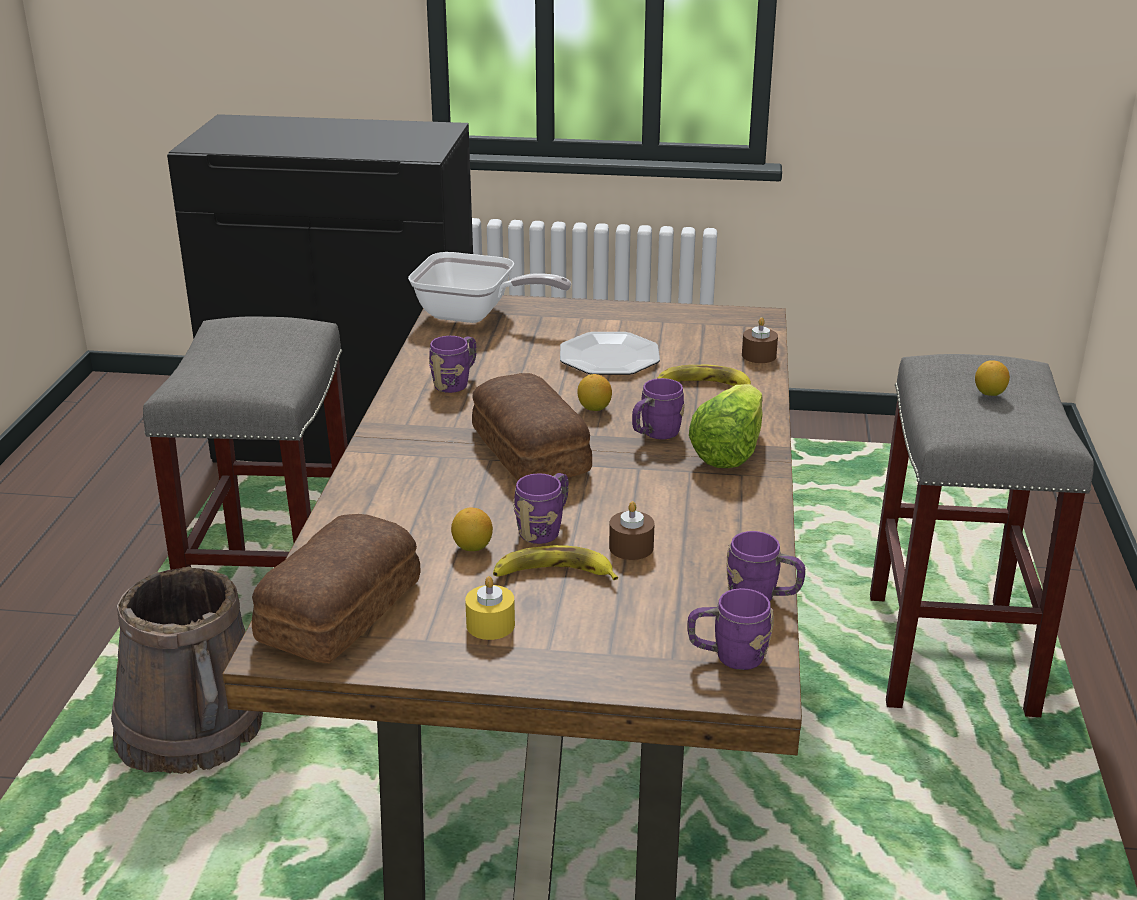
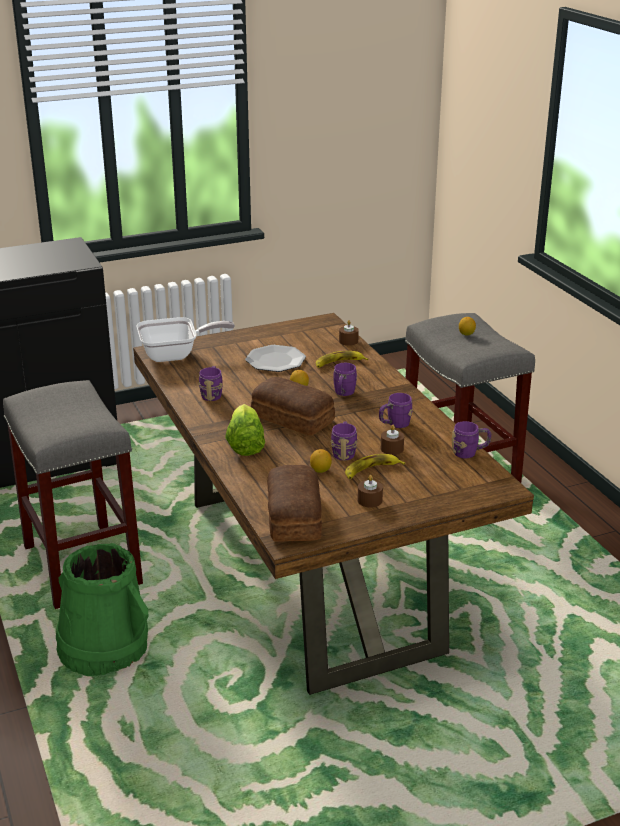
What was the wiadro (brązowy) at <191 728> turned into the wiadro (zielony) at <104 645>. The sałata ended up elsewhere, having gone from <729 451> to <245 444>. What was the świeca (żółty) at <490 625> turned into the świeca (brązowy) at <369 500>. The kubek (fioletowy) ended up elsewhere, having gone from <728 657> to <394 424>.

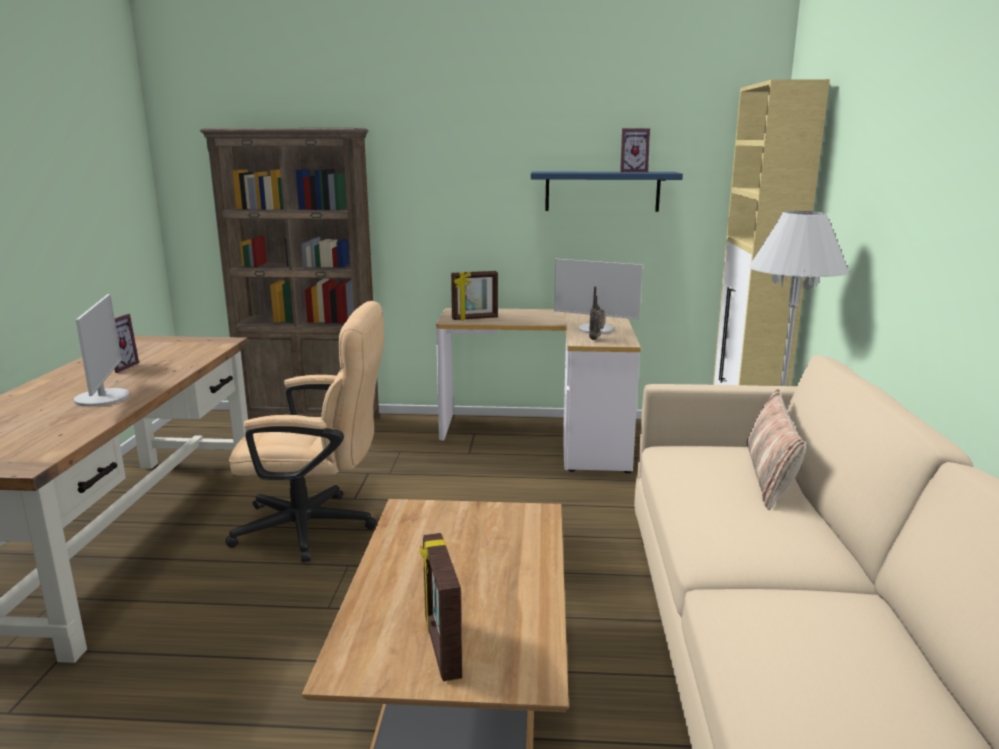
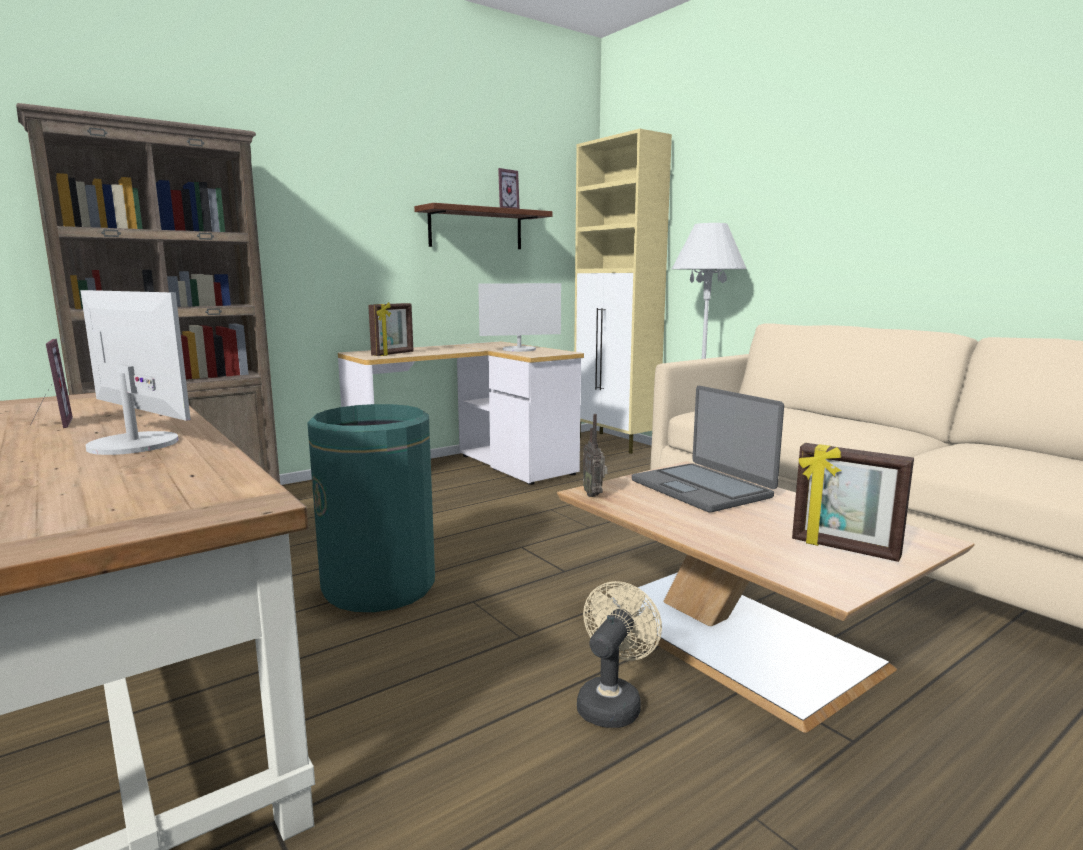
Where the krzesło biurowe (beżowy) stood at <317 527>, the kosz na śmieci (zielony) came to stand at <379 587>. What was the półka (niebieski) at <602 191> turned into the półka (brązowy) at <476 229>. The second view gained the wentylator (beżowy) at <612 702>. The radio ended up elsewhere, having gone from <596 339> to <594 495>. The second view gained the laptop at <702 488>. The second view lost the poduszka at <770 475>.

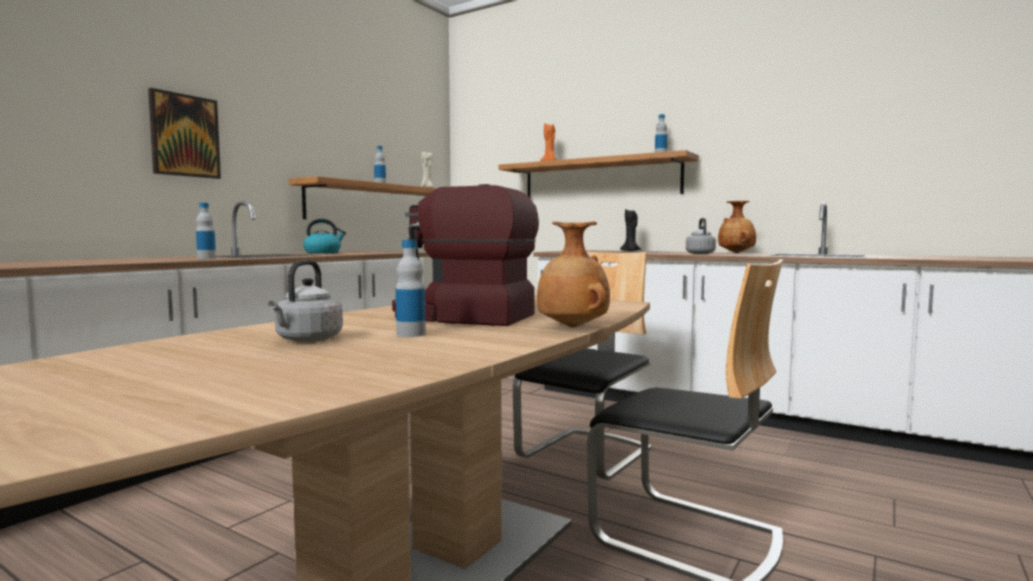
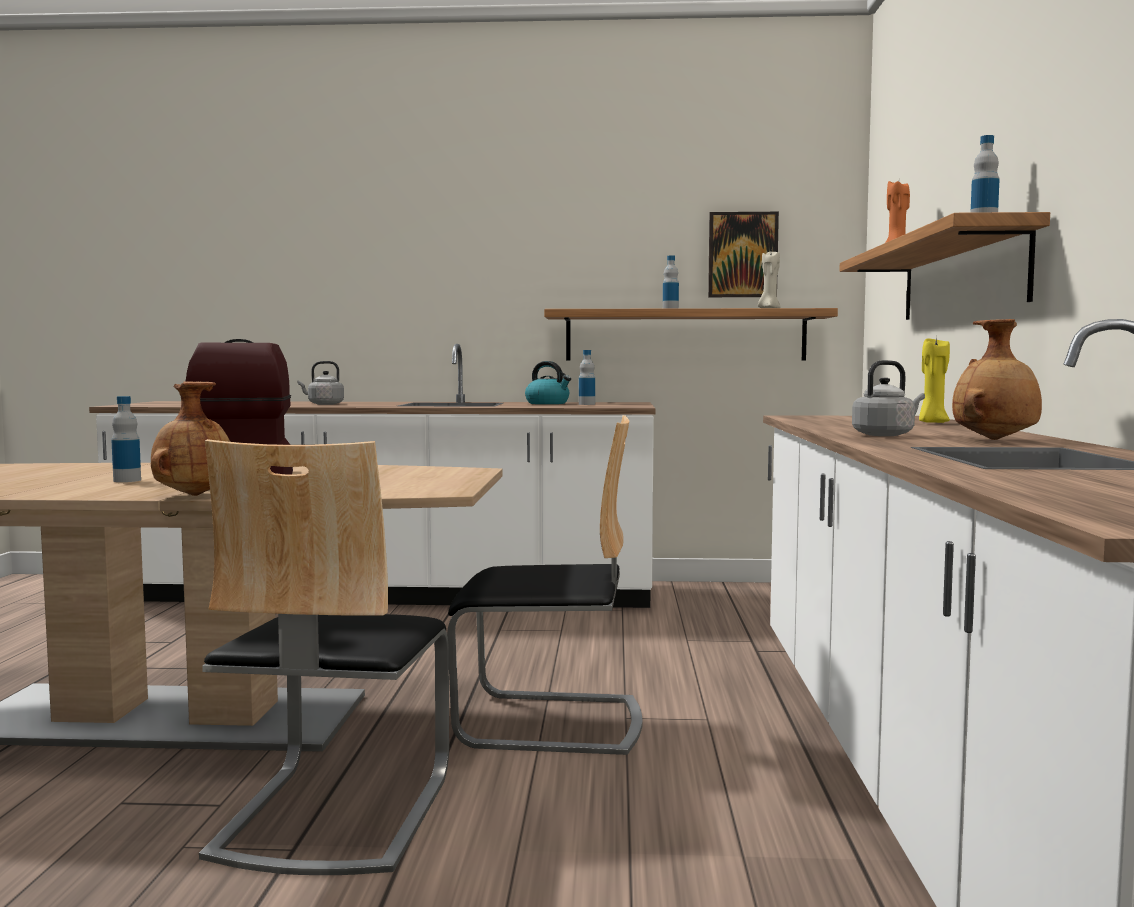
The czajnik (szary) ended up elsewhere, having gone from <307 340> to <323 404>. The butelka ended up elsewhere, having gone from <206 258> to <586 404>. The obraz ended up elsewhere, having gone from <184 136> to <742 255>. What was the świeca (czarny) at <630 251> turned into the świeca (żółty) at <932 423>.

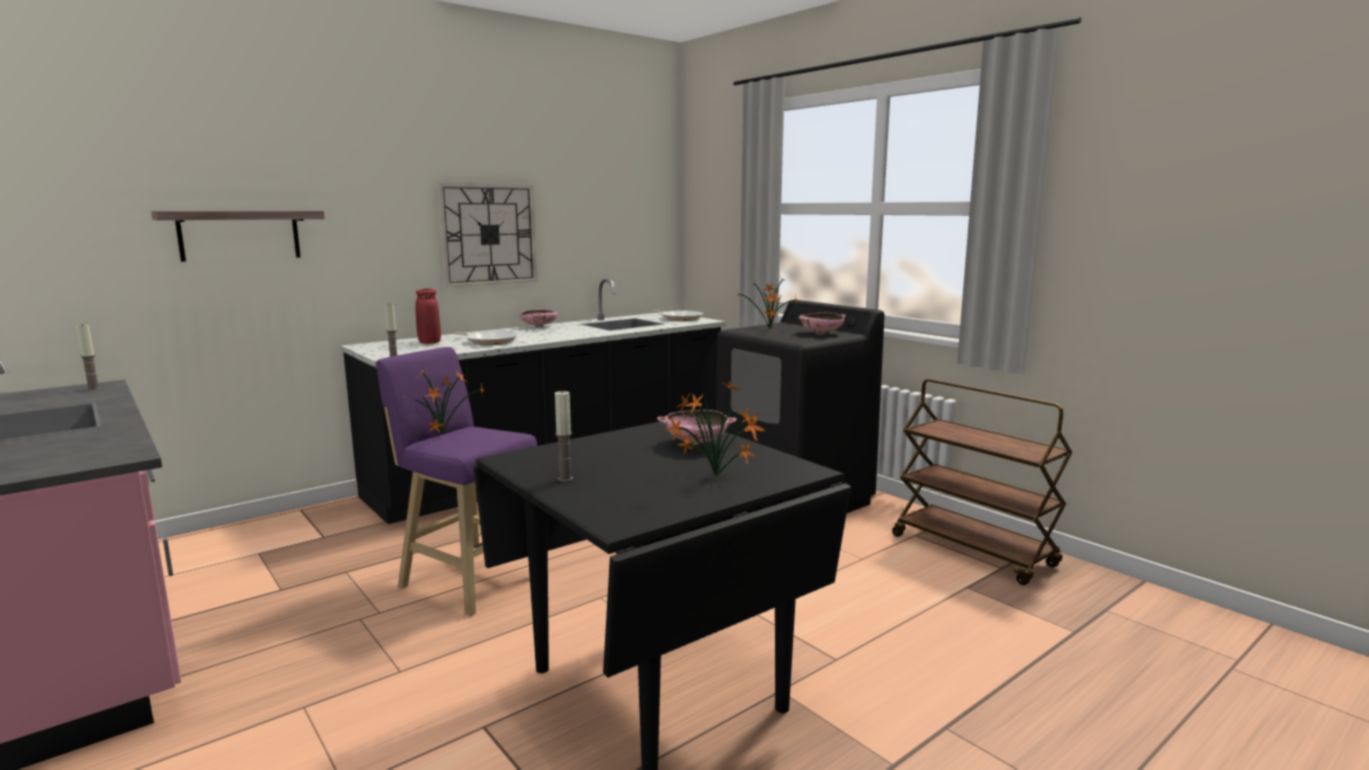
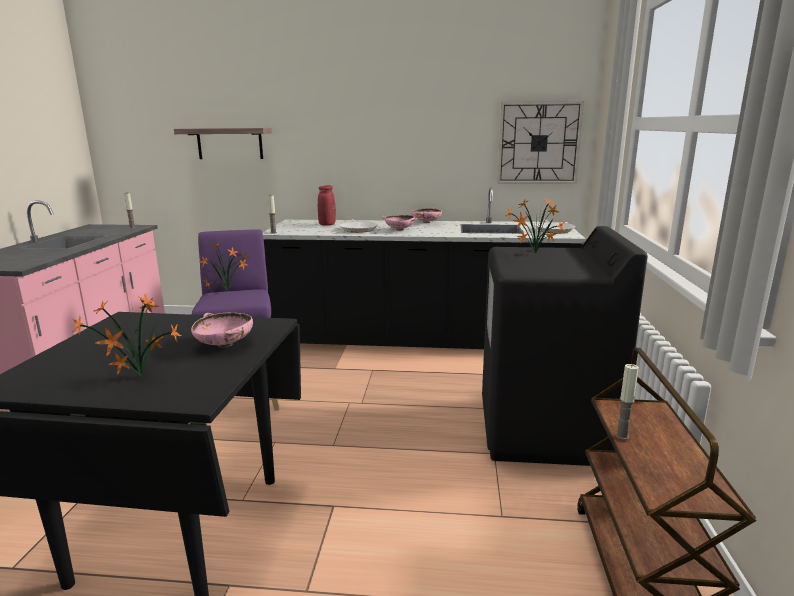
The miska (różowy) ended up elsewhere, having gone from <821 333> to <399 230>. The zegar ścienny ended up elsewhere, having gone from <489 234> to <538 143>. The świeca ended up elsewhere, having gone from <565 479> to <622 436>.

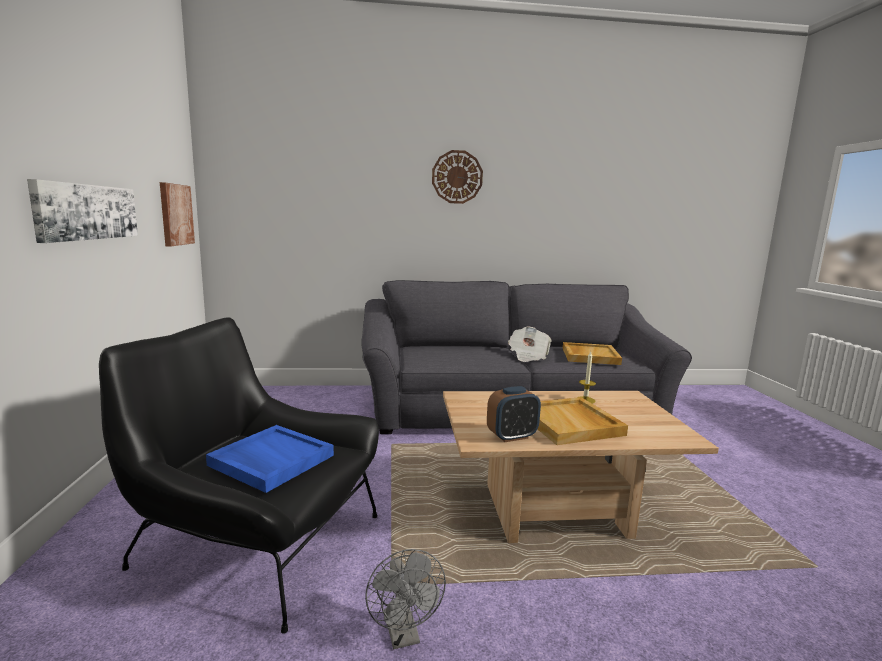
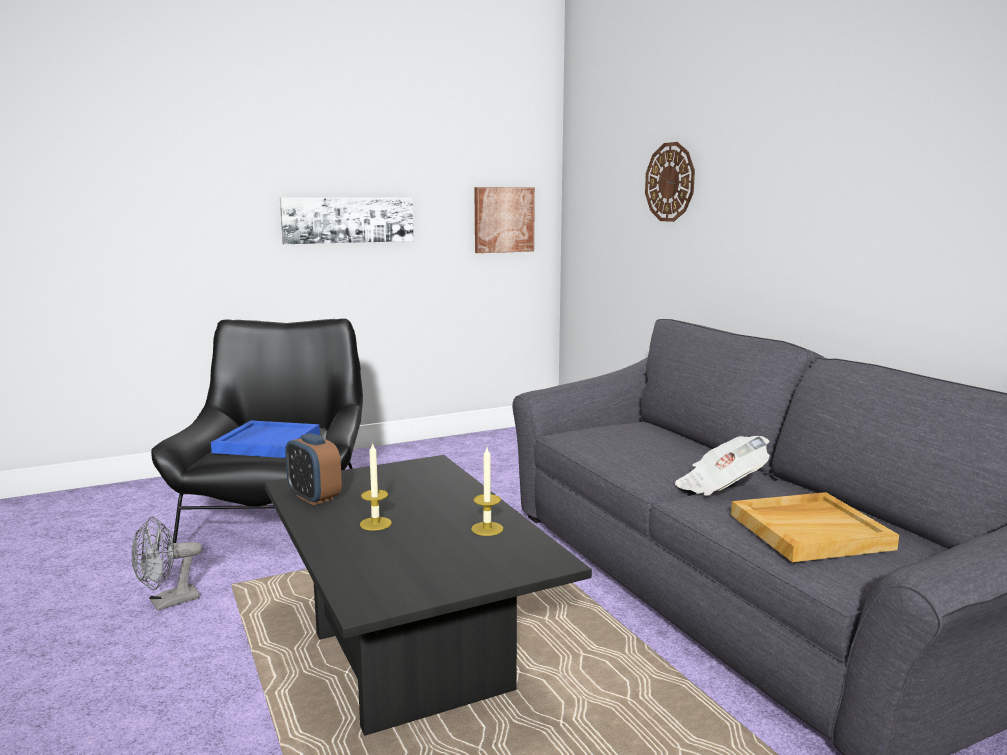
What was the ława (beżowy) at <555 510> turned into the ława (czarny) at <410 661>. Where the taca (beżowy) stood at <570 424>, the świeca came to stand at <375 523>. The zegar ścienny ended up elsewhere, having gone from <457 177> to <670 182>.

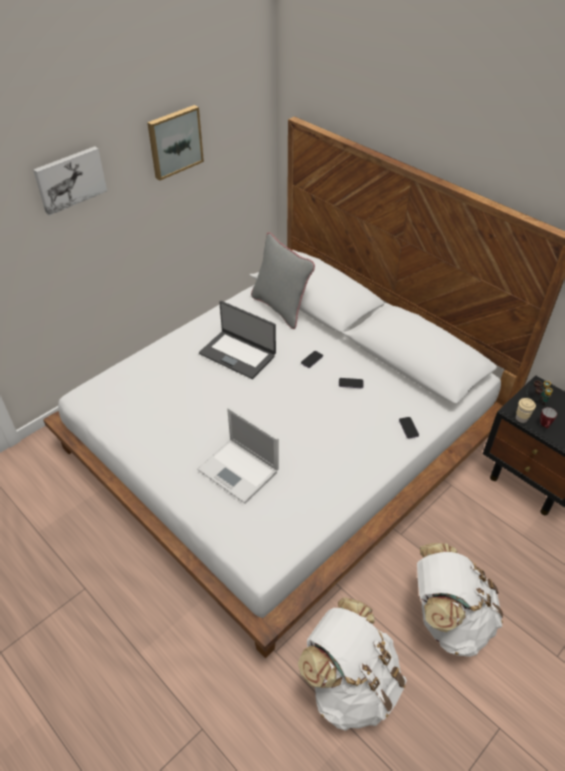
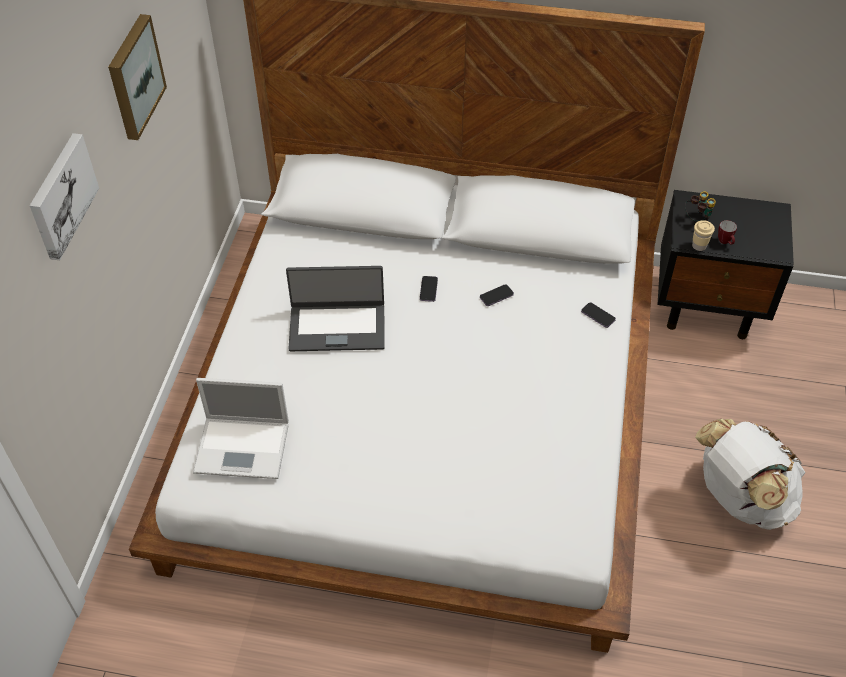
The laptop ended up elsewhere, having gone from <239 471> to <244 447>. The second view lost the poduszka (szary) at <281 308>. The second view lost the plecak (biały) at <350 684>.

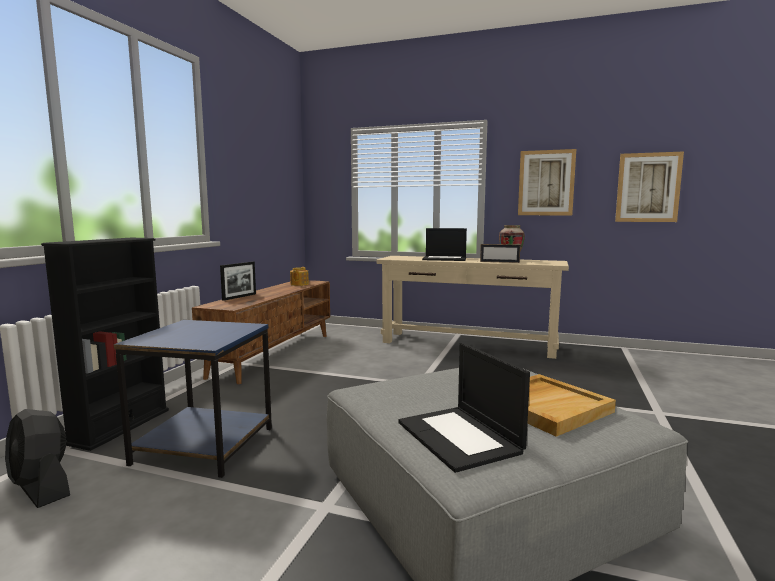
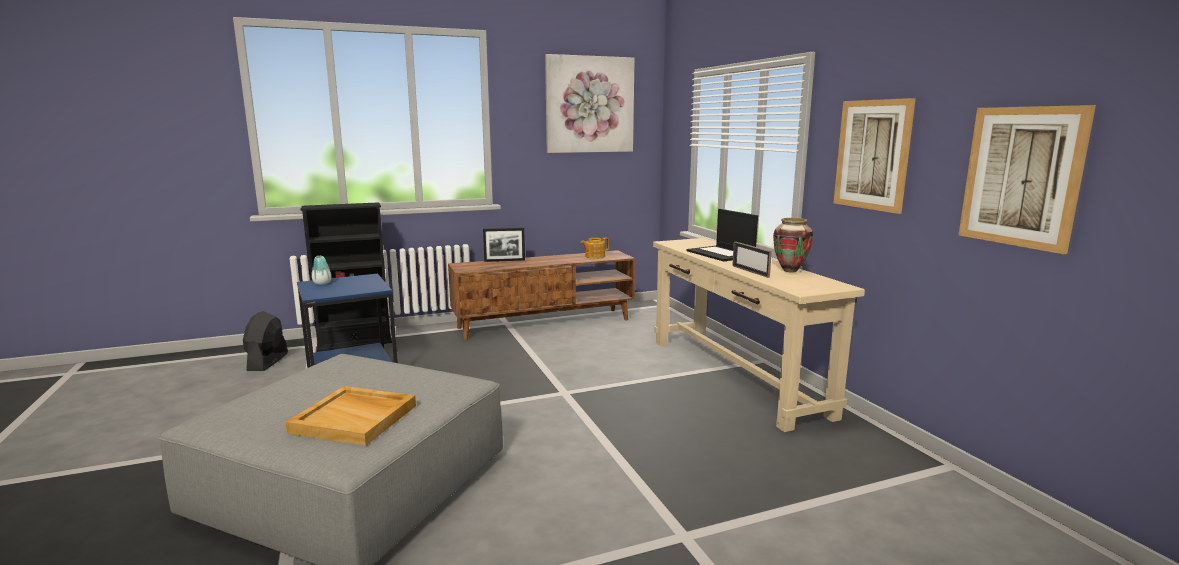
The second view gained the wazon at <322 283>. The second view gained the obraz at <589 105>. The second view lost the laptop at <460 437>.

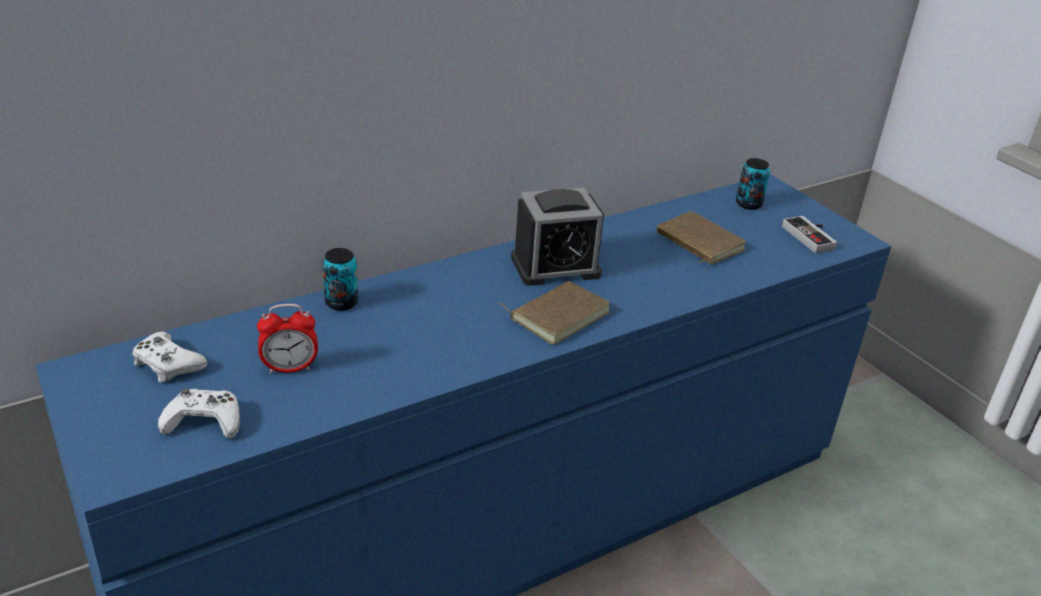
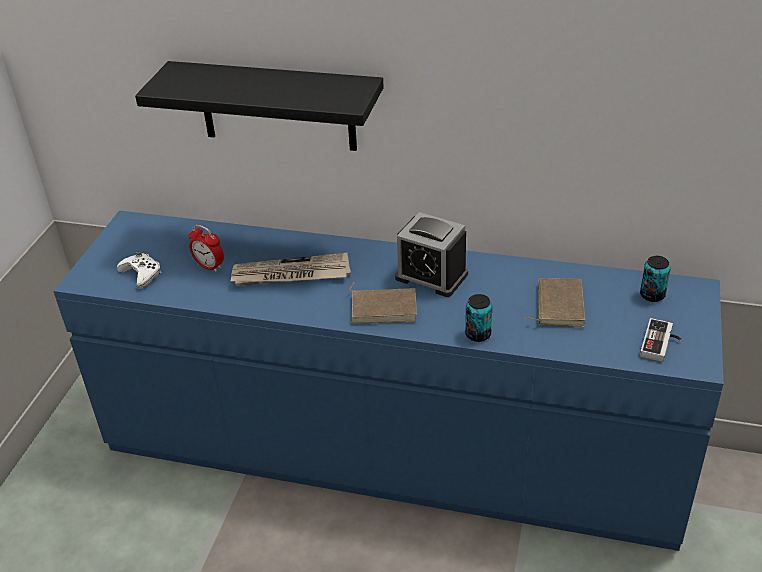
The second view gained the półka (czarny) at <277 106>. The second view gained the gazeta at <290 274>. The puszka ended up elsewhere, having gone from <341 303> to <478 334>. The second view lost the pad do gier (biały) at <167 364>.

